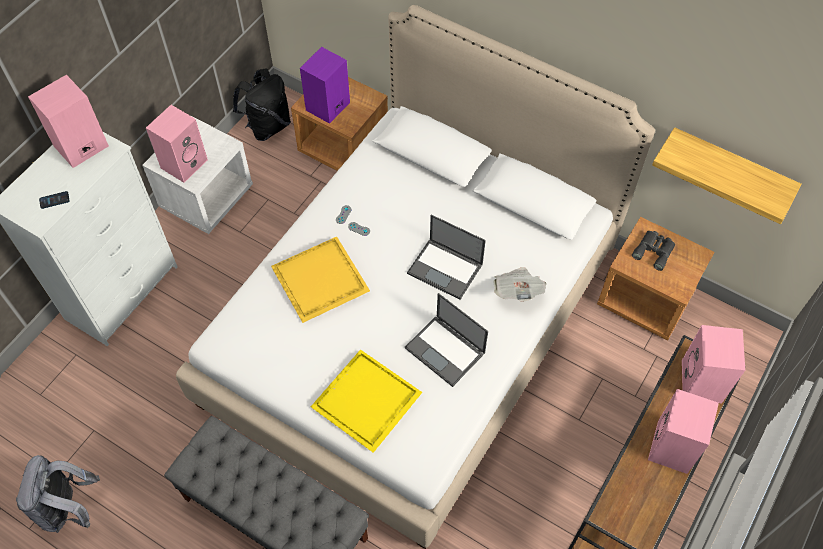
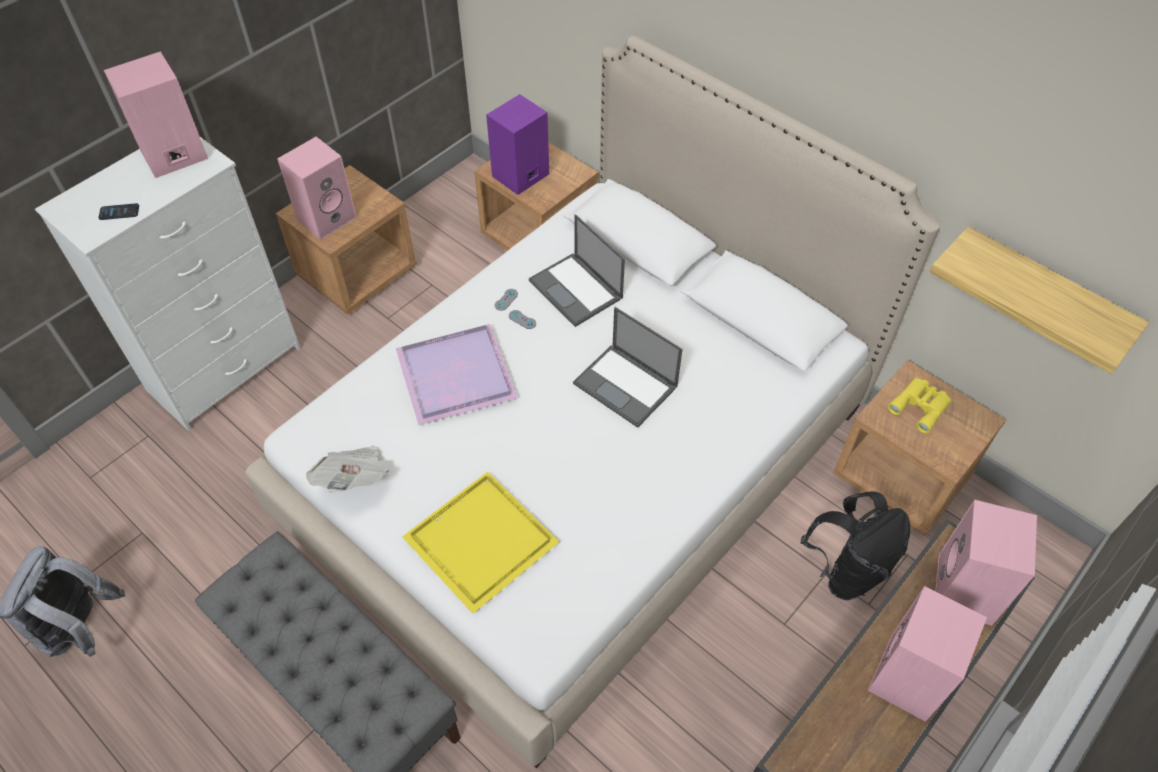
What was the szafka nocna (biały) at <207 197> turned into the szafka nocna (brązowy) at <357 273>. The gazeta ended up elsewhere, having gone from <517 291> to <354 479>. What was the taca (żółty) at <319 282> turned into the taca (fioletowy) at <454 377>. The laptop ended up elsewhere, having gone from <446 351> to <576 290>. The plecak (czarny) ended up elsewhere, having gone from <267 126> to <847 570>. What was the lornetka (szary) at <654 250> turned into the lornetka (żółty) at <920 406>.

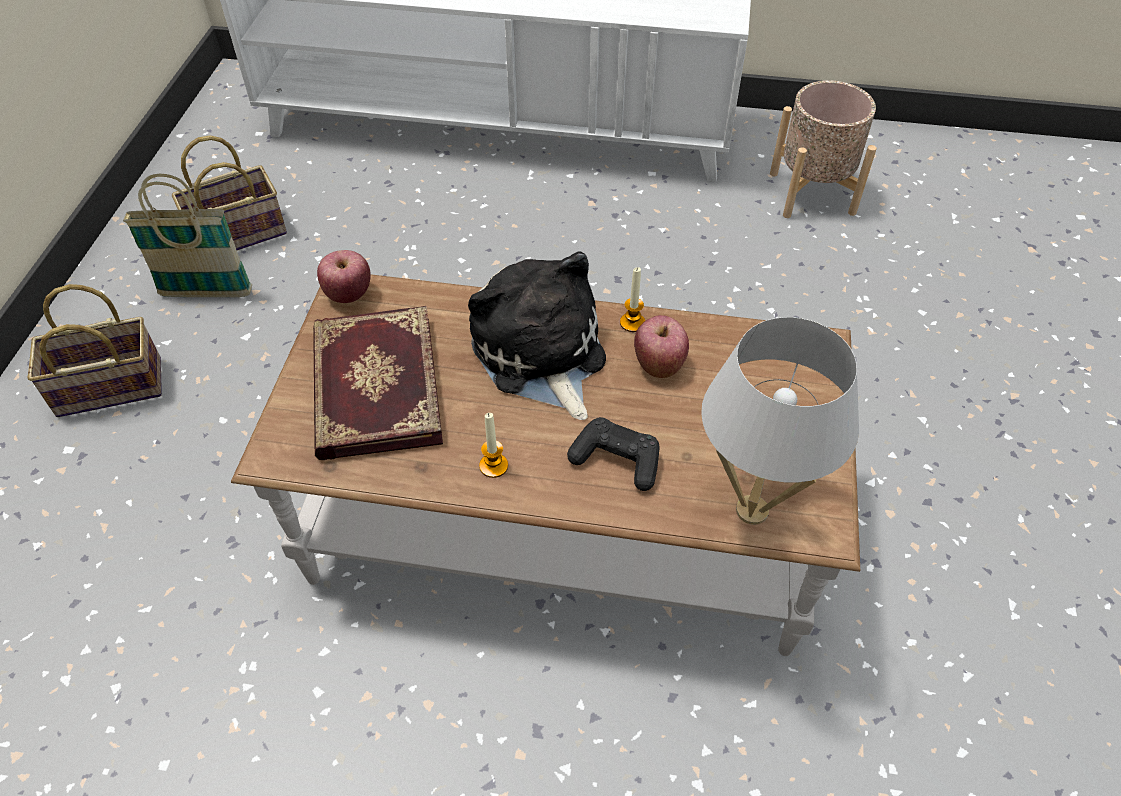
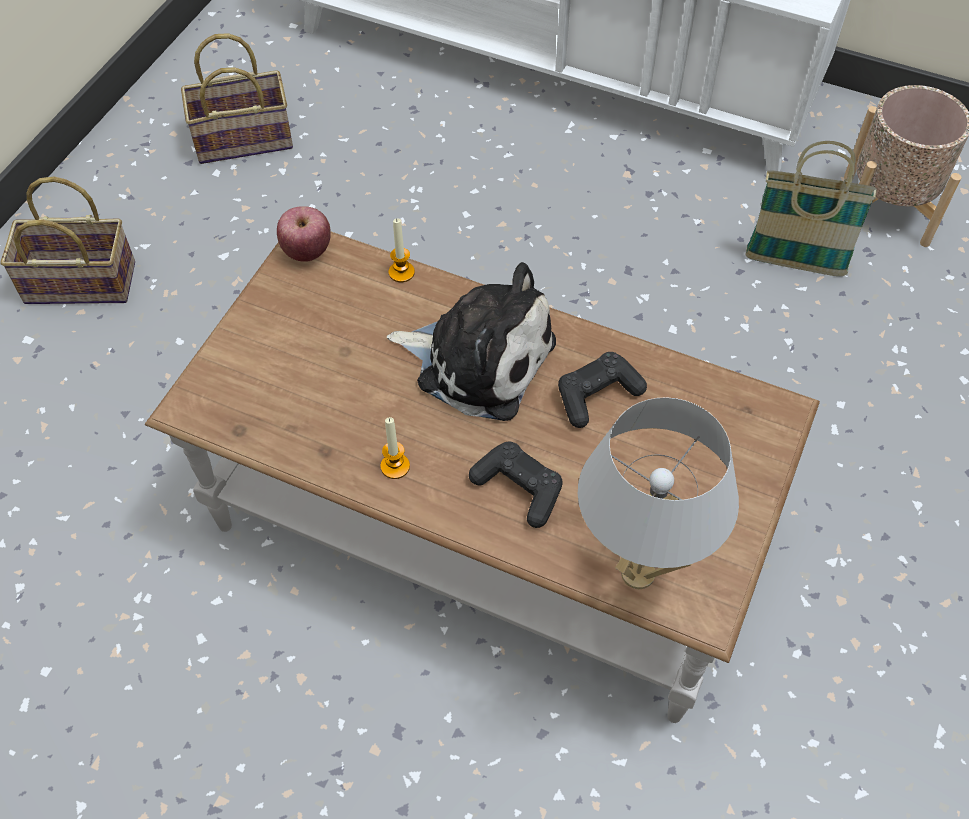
The pluszak at <540 355> ended up facing another way, 120 degrees clockwise from before. The świeca ended up elsewhere, having gone from <632 323> to <401 272>. Where the jabłko stood at <659 364>, the pad do gier (czarny) came to stand at <597 395>. The koszyk ended up elsewhere, having gone from <206 293> to <794 264>. The second view lost the książka at <373 386>.

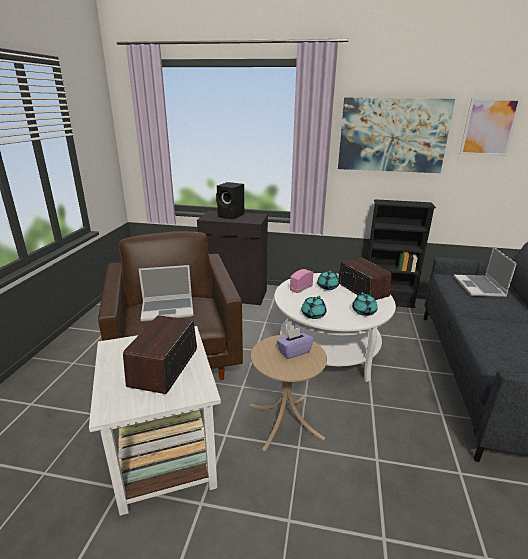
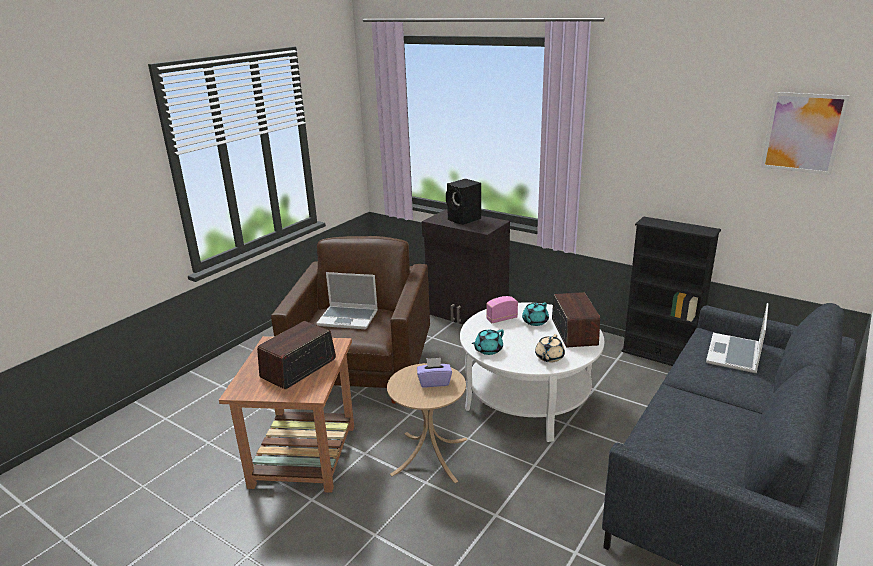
What was the stolik (biały) at <165 457> turned into the stolik (brązowy) at <303 456>. What was the imbryk (turkusowy) at <364 312> turned into the imbryk (beżowy) at <549 357>. The second view lost the obraz at <392 135>.

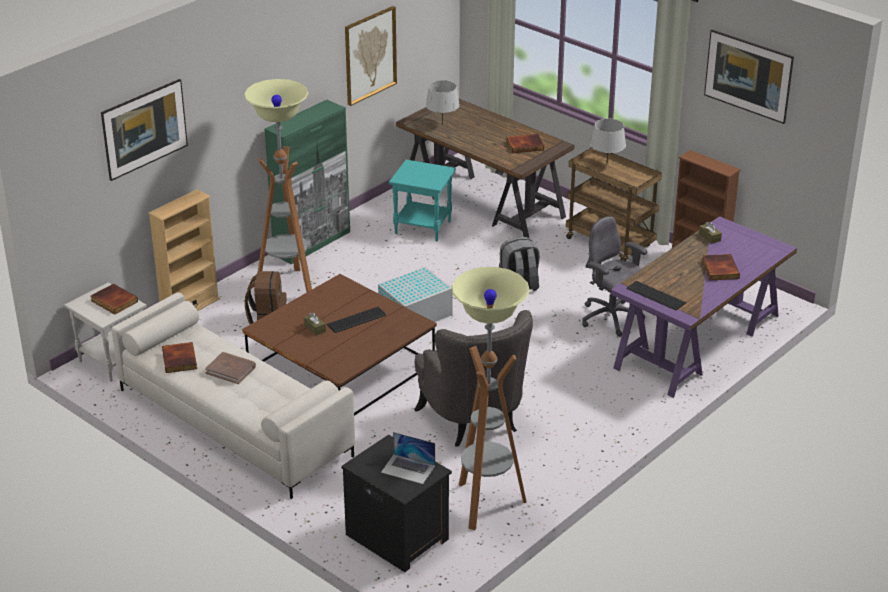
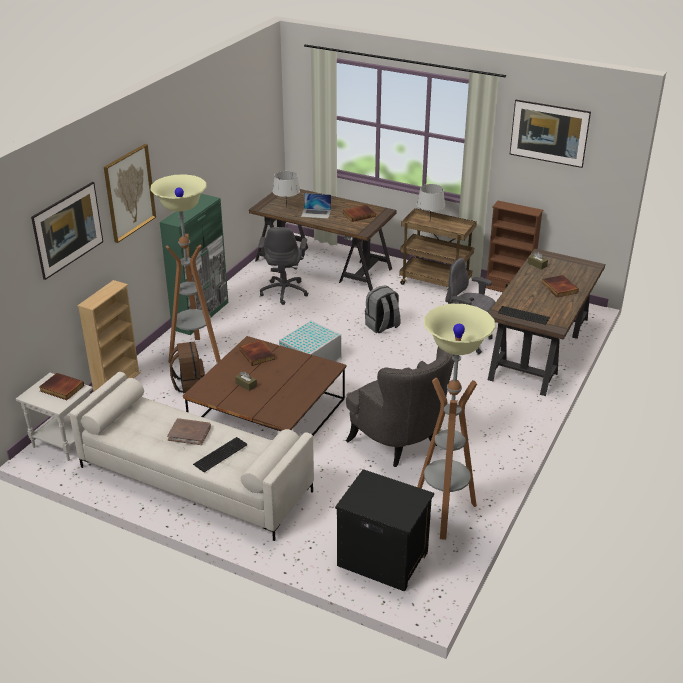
The obraz ended up elsewhere, having gone from <370 55> to <129 193>. The klawiatura ended up elsewhere, having gone from <355 319> to <219 454>. The książka ended up elsewhere, having gone from <180 360> to <258 354>. Where the stolik (turkusowy) stood at <422 228>, the krzesło biurowe (szary) came to stand at <284 291>. The laptop ended up elsewhere, having gone from <408 469> to <316 213>. What was the biurko (fioletowy) at <698 342> turned into the biurko (brązowy) at <540 349>.

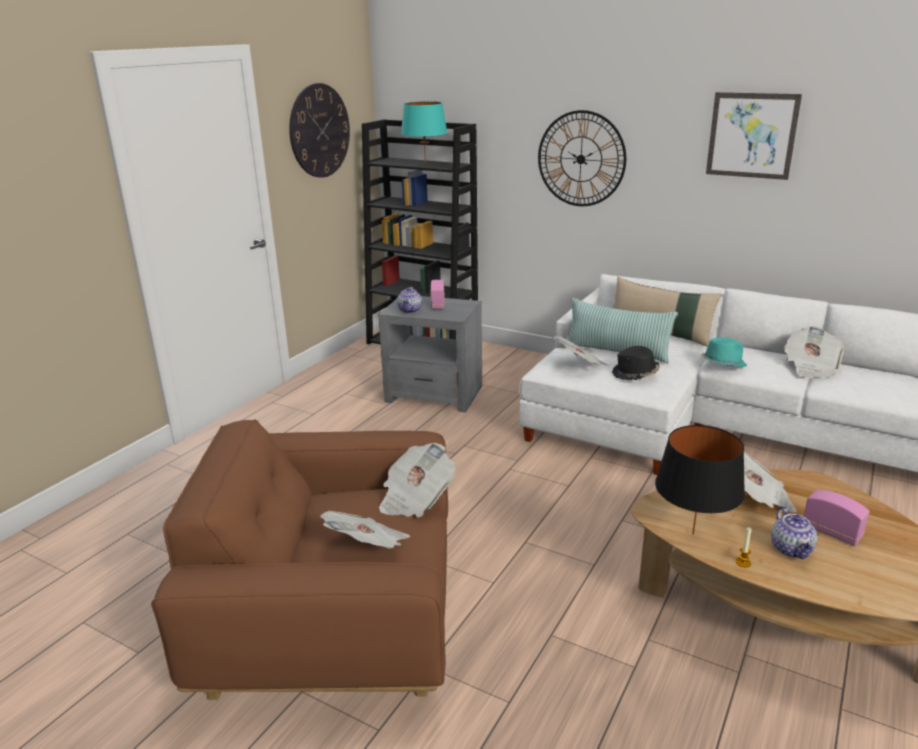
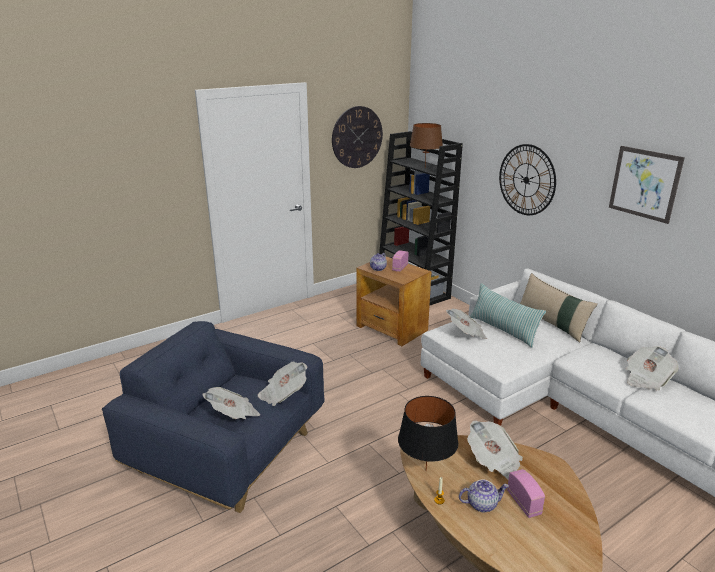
What was the fotel (brązowy) at <334 619> turned into the fotel (niebieski) at <227 452>. What was the stolik (szary) at <434 394> turned into the stolik (brązowy) at <392 328>. What was the lampa stołowa (turkusowy) at <425 164> turned into the lampa stołowa (brązowy) at <425 167>. The imbryk at <792 549> ended up facing another way, 120 degrees counterclockwise from before. The second view lost the kapelusz (czarny) at <635 374>. The second view lost the kapelusz (turkusowy) at <722 364>.

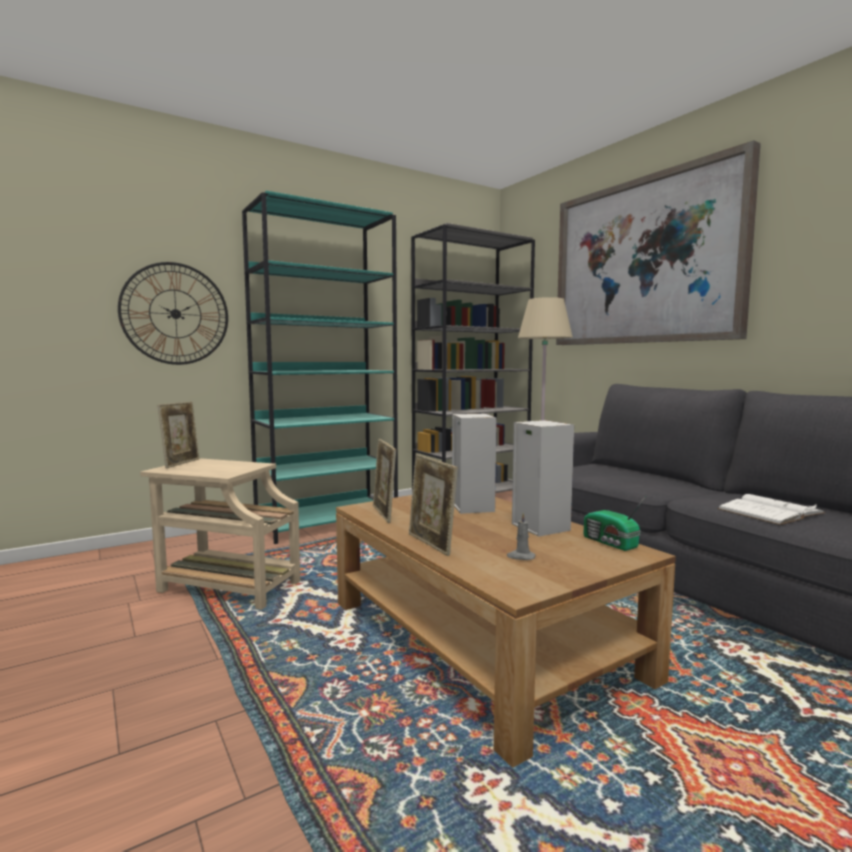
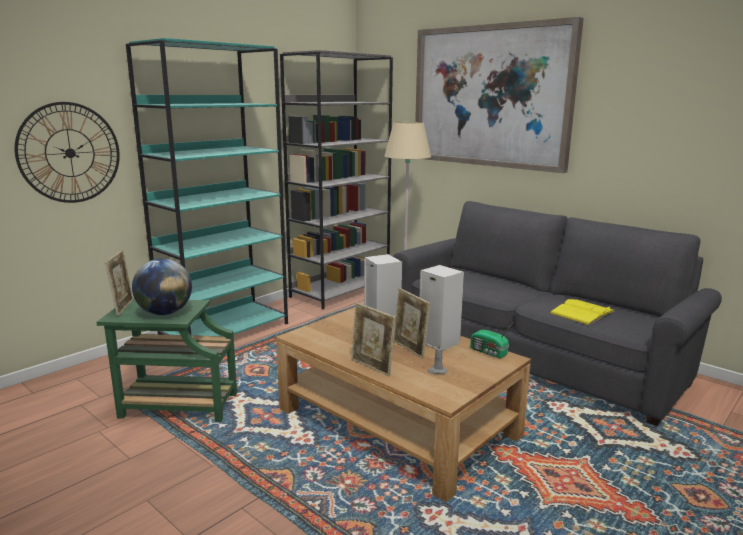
What was the stolik (beżowy) at <226 587> turned into the stolik (zielony) at <176 406>. The second view gained the globus at <165 313>. The ramka na zdjęcie ended up elsewhere, having gone from <384 514> to <410 349>. What was the książka (biały) at <770 511> turned into the książka (żółty) at <582 312>.

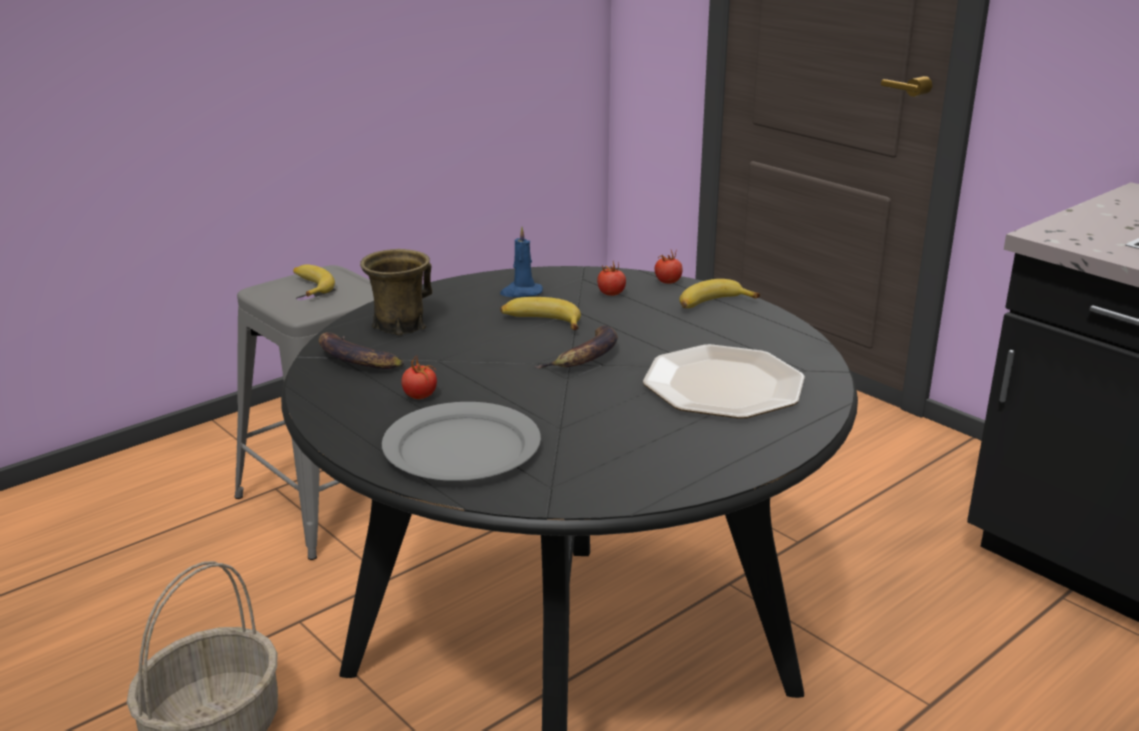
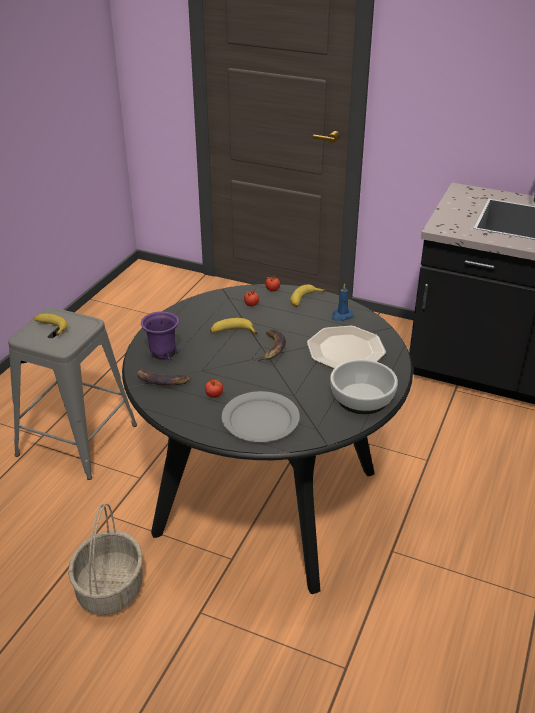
What was the kubek (brązowy) at <399 325> turned into the kubek (fioletowy) at <162 352>. The second view gained the miska at <363 398>. The świeca (niebieski) ended up elsewhere, having gone from <521 292> to <341 316>.

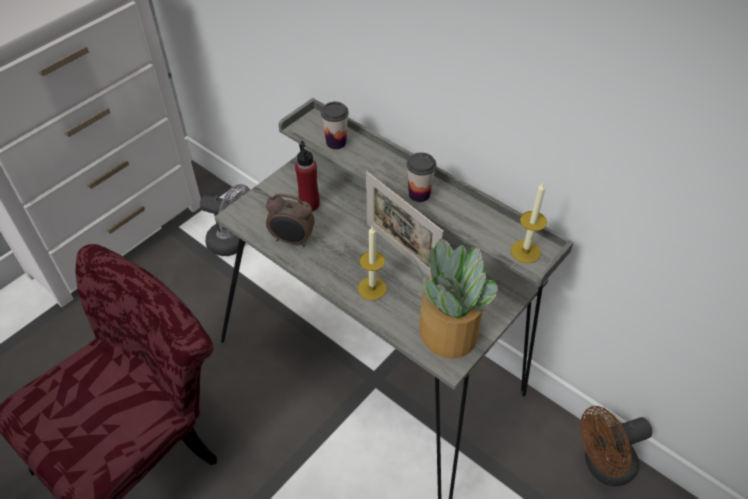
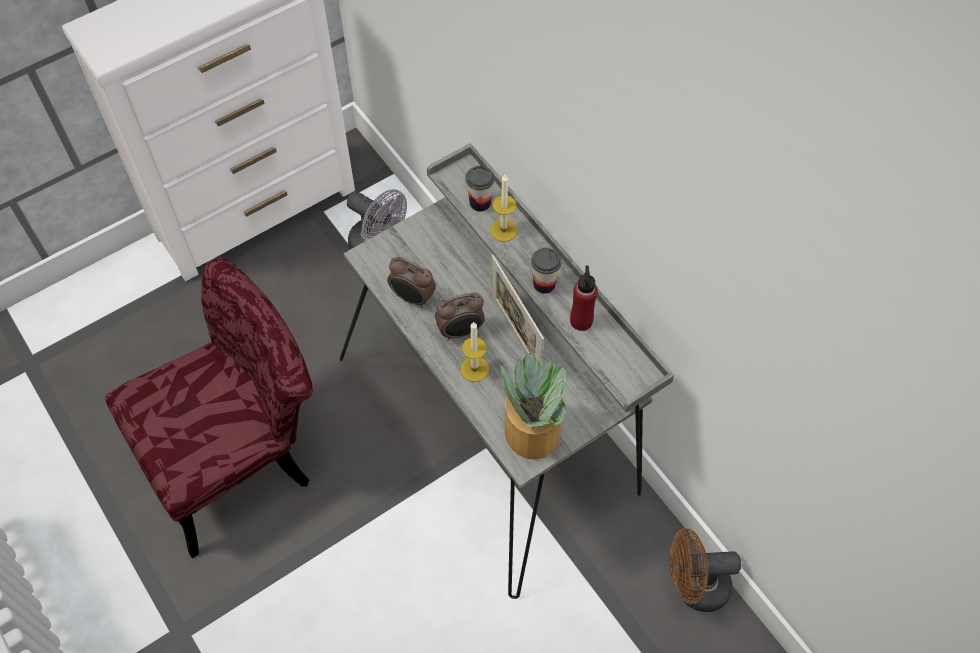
The second view gained the budzik at <461 331>. The świeca ended up elsewhere, having gone from <525 251> to <503 230>. The butelka (czerwony) ended up elsewhere, having gone from <309 204> to <581 321>.

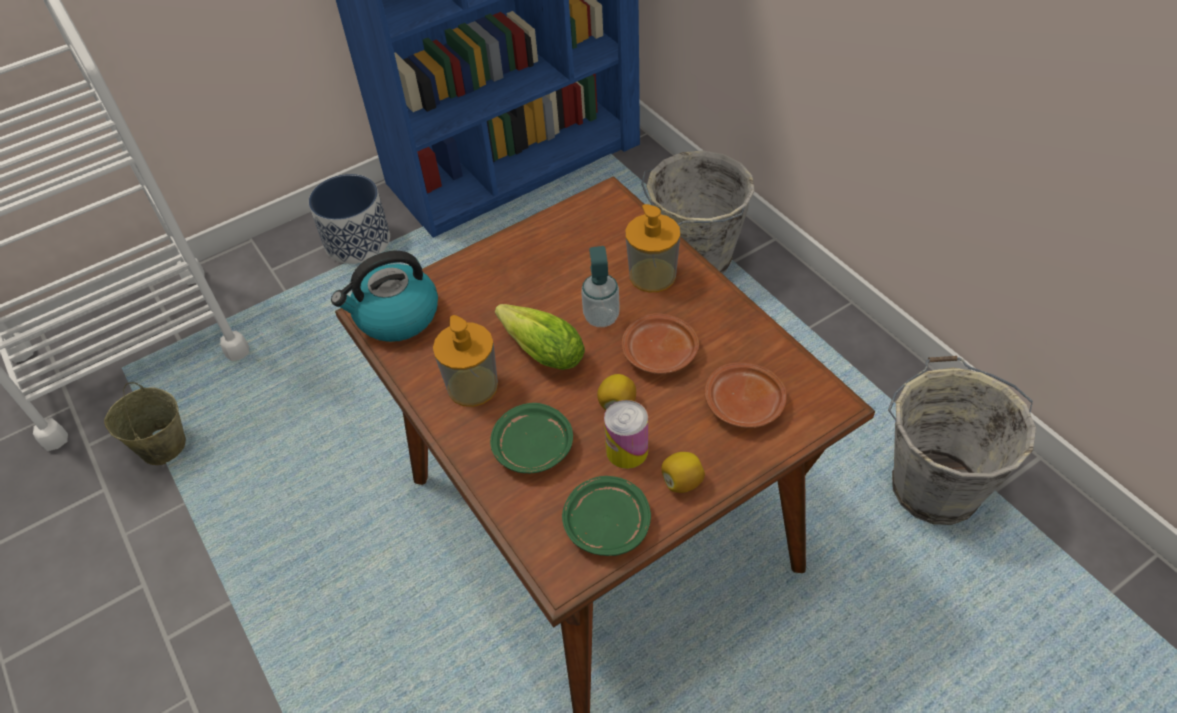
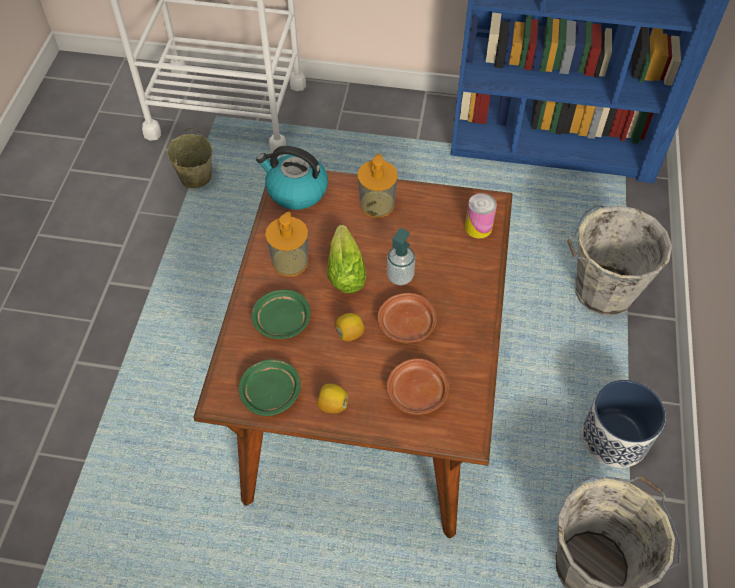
The dozownik mydła ended up elsewhere, having gone from <652 275> to <377 204>. The puszka ended up elsewhere, having gone from <627 450> to <478 227>. The donica ended up elsewhere, having gone from <357 241> to <614 437>.

